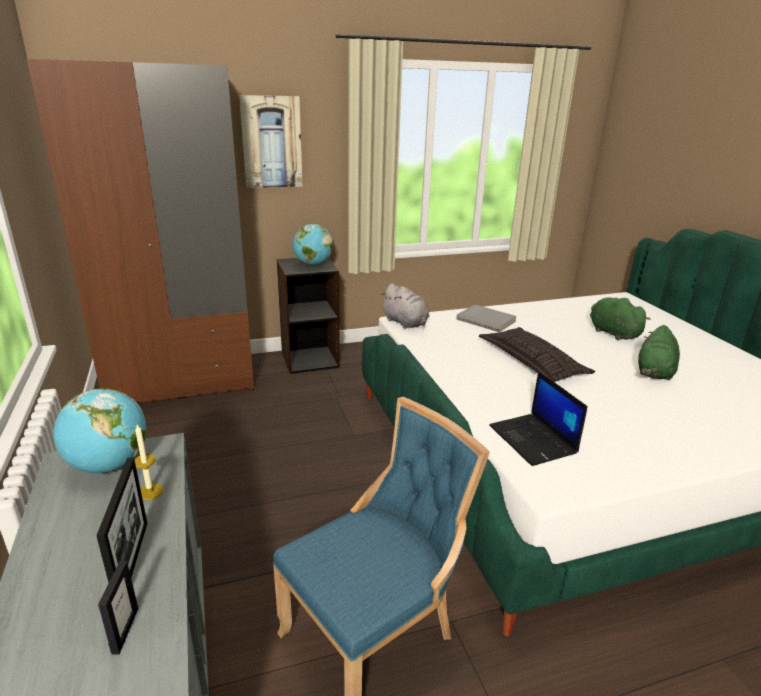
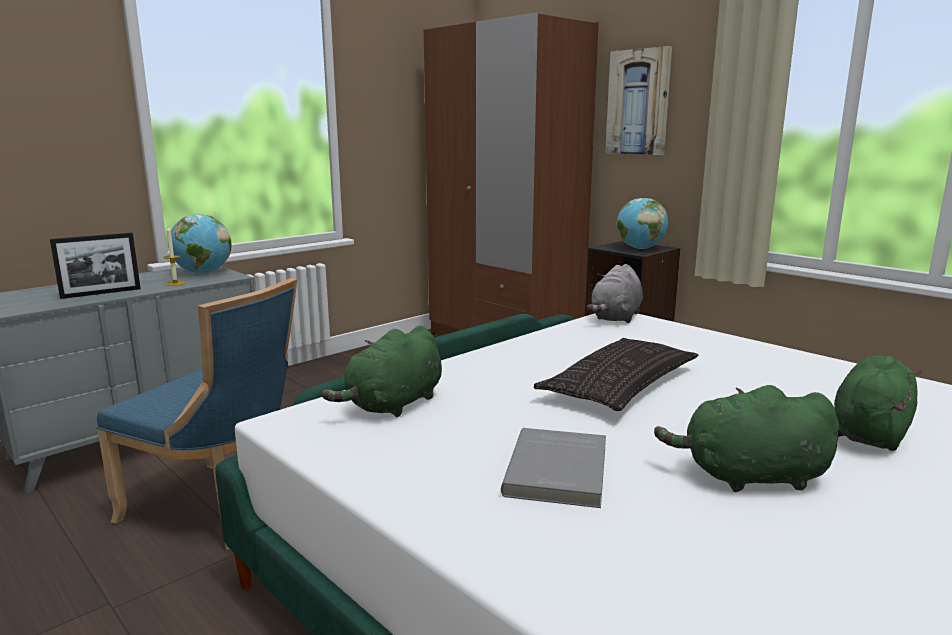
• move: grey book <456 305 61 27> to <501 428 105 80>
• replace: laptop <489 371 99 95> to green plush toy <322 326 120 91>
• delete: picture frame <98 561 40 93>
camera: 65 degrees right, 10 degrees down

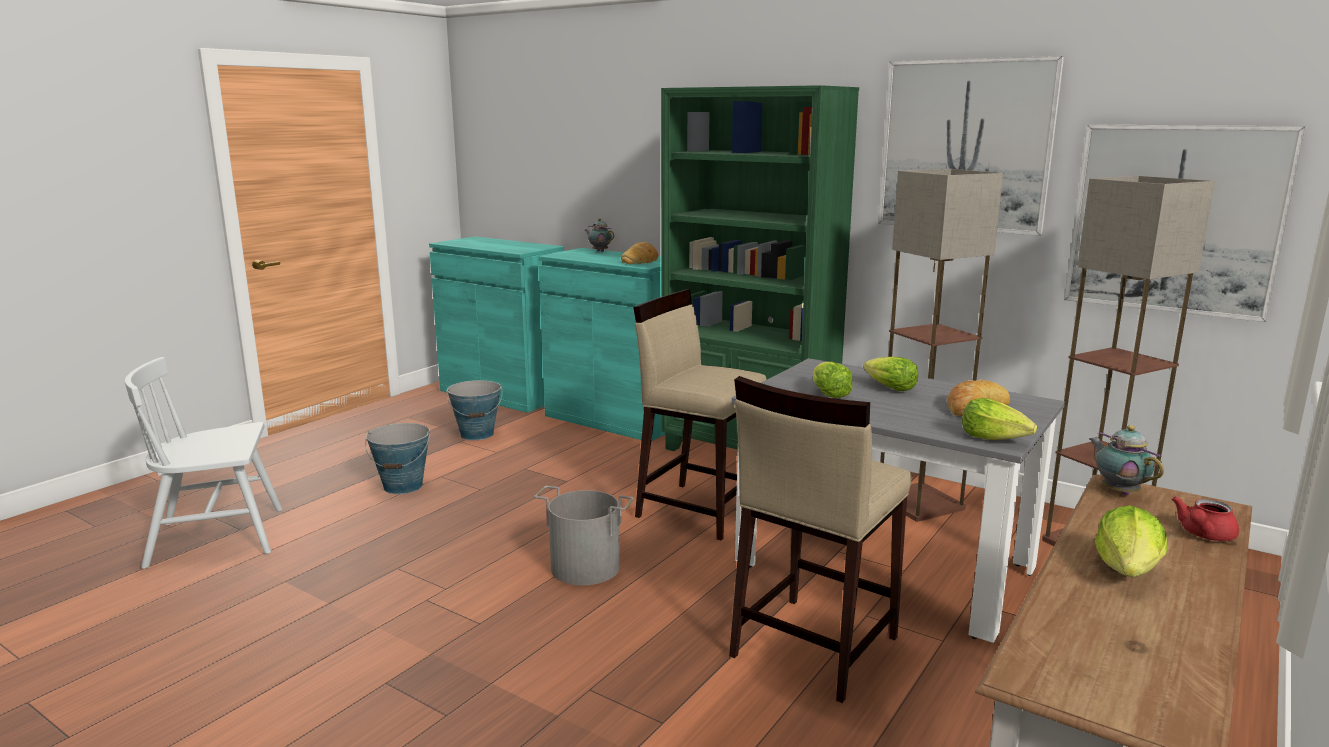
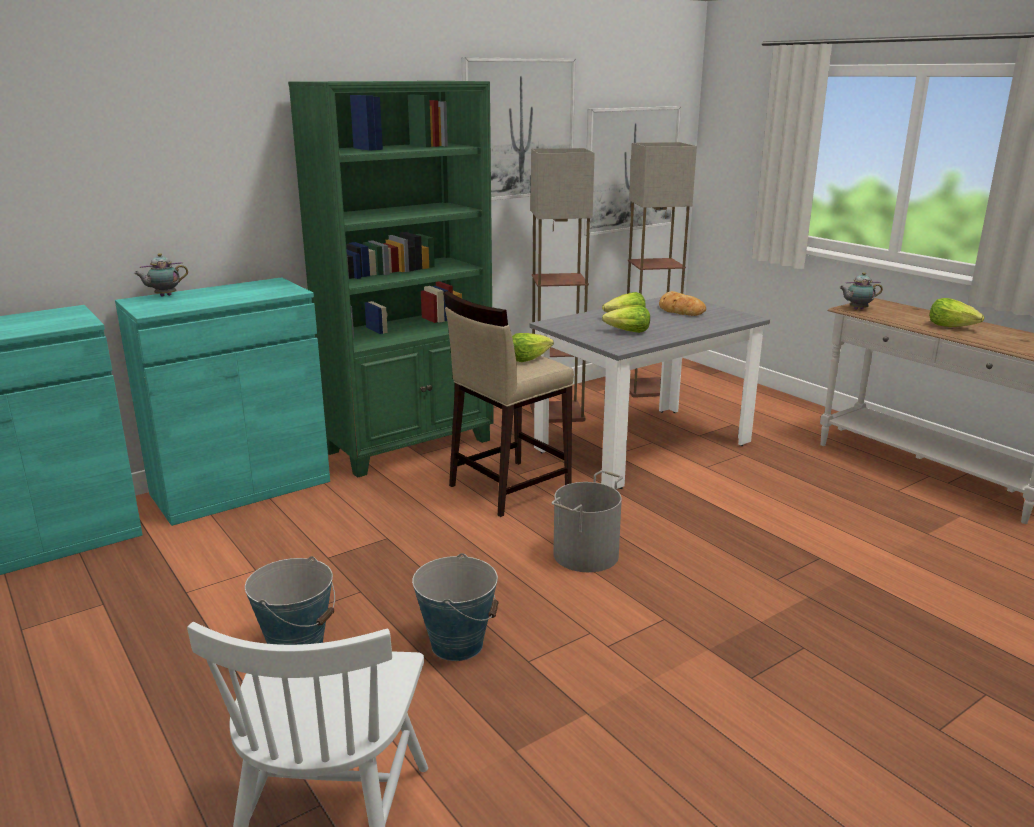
• delete: bread <621 242 37 22>
• delete: beige stool <729 376 182 327>
• move: bucket <447 380 55 60> to <412 553 87 108>
• move: lettuce <962 398 75 42> to <512 333 42 29>
• delete: red teapot <1172 496 67 45>
camera: 70 degrees left, 5 degrees up

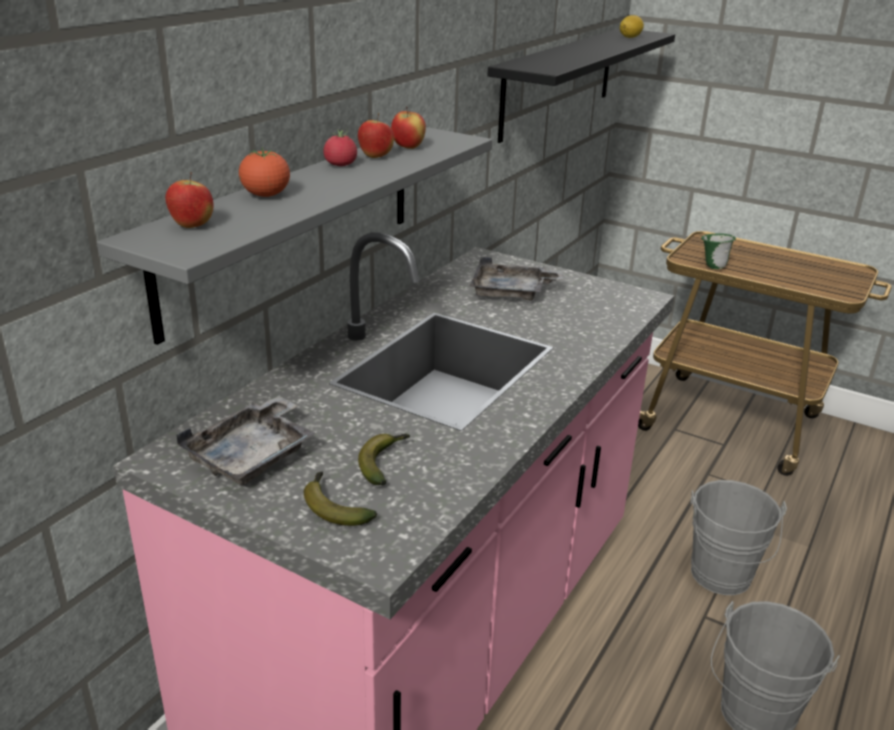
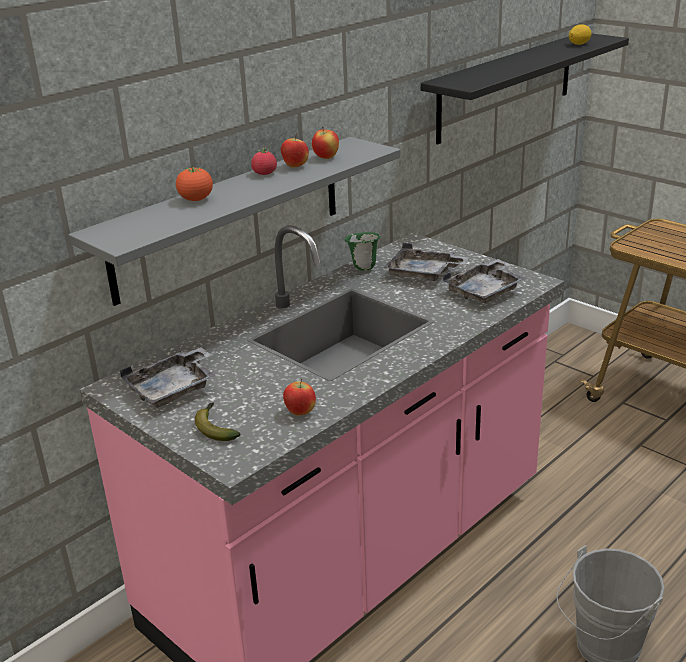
• move: apple <165 172 48 56> to <283 379 33 36>
• move: green mug <701 233 35 36> to <345 232 35 39>
• delete: banana <358 434 52 51>
• delete: grey bucket <691 480 96 115>
• insert: grey tray <443 259 83 44>
camera: 15 degrees right, 0 degrees up

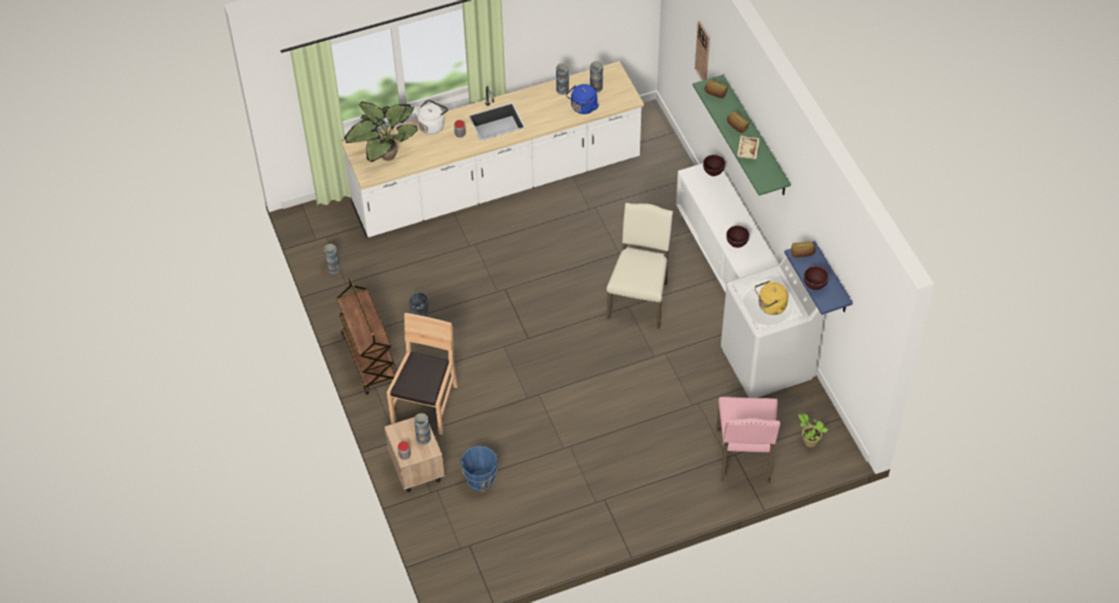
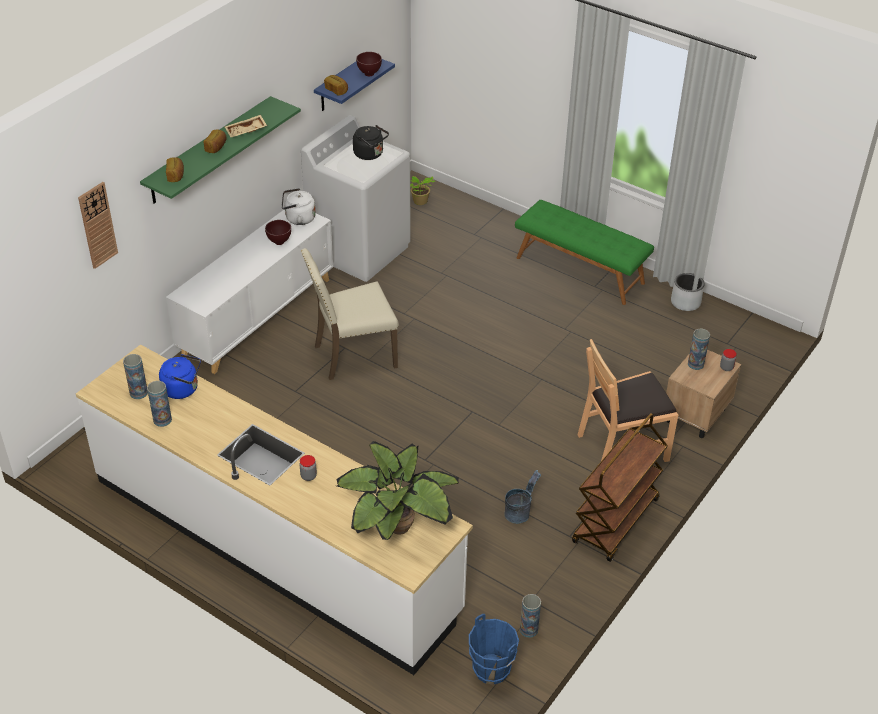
• move: white kettle <414 100 34 35> to <282 188 34 37>
• delete: brown bowl <703 155 22 21>
• recolor: yellow kettle <755 281 33 34> to black kettle <353 125 36 35>
• delete: pink chair <716 397 64 86>
• move: blue bucket <460 446 37 46> to <469 614 50 71>
• insert: green bench <515 200 139 105>
• insert: grey planter <671 273 34 38>
camera: 125 degrees left, 10 degrees down

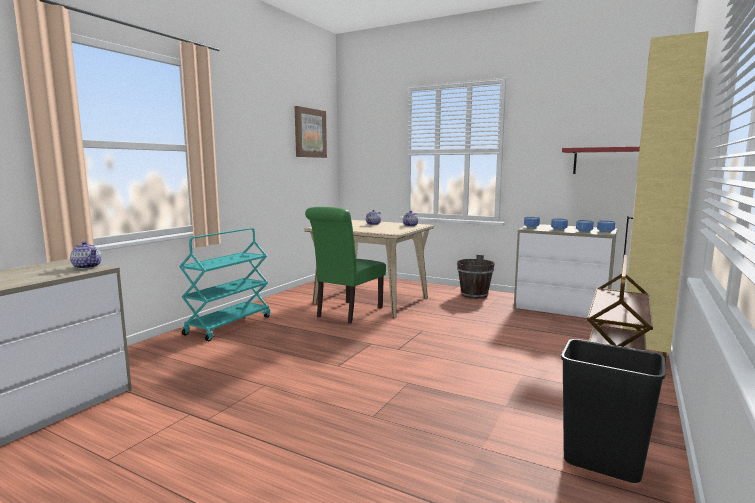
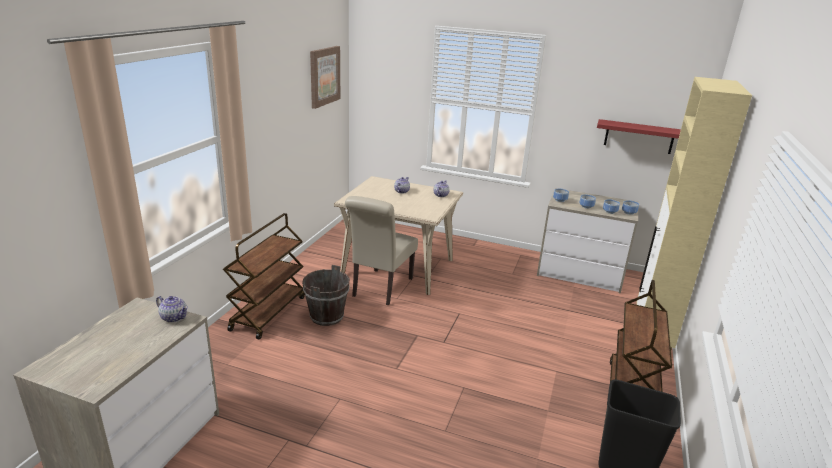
• recolor: green chair <305 207 81 117> to beige chair <345 196 73 110>
• recolor: turquoise cart <179 228 91 113> to brown cart <223 213 82 127>
• move: brown bucket <457 255 38 44> to <302 265 48 61>
camera: 10 degrees left, 15 degrees up

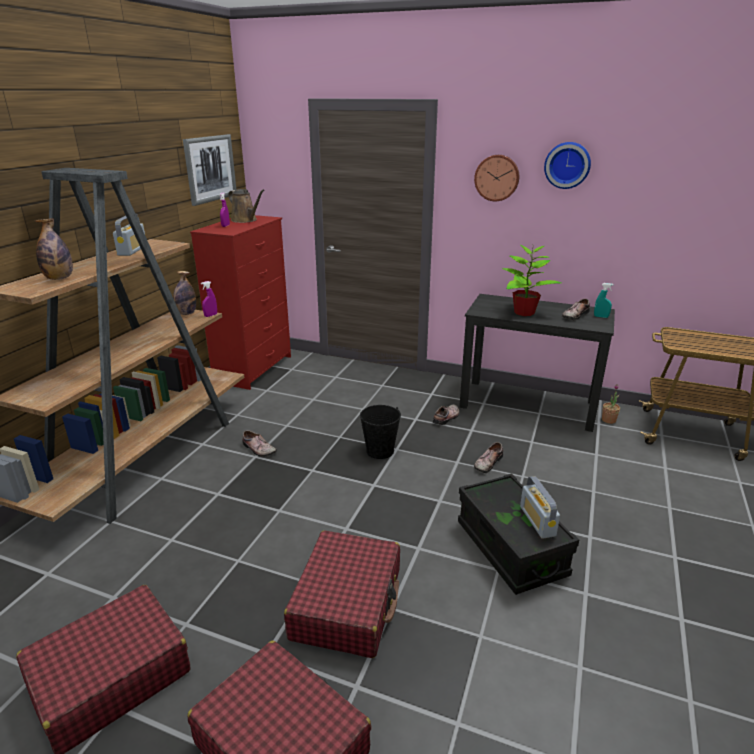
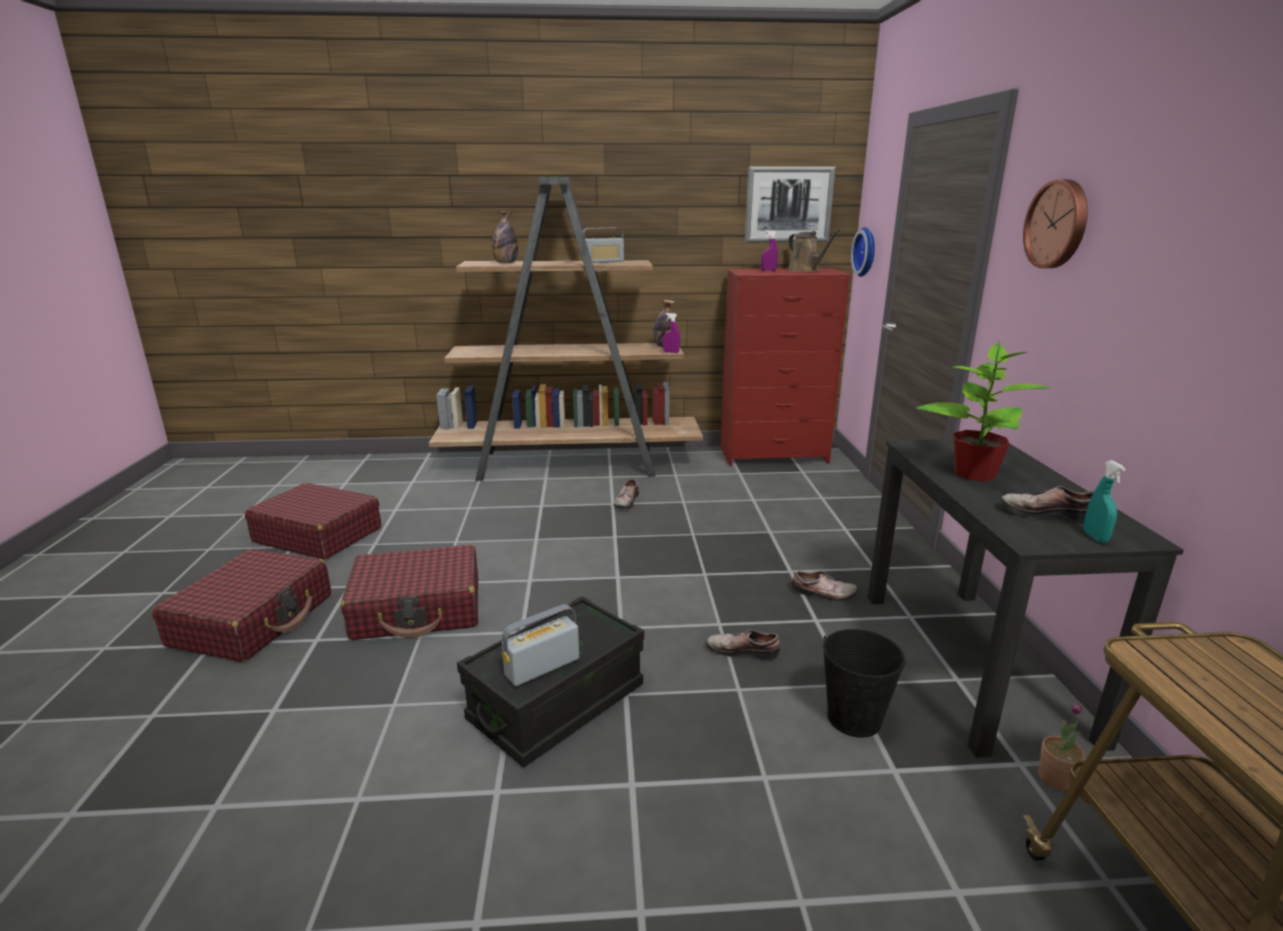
• move: wall clock <544 142 47 47> to <851 227 24 50>
• rotate: brown watering can <228 189 36 34> = <788 229 52 43> 45 degrees counterclockwise
• move: black bucket <360 405 41 54> to <823 629 83 109>
camera: 65 degrees right, 5 degrees down

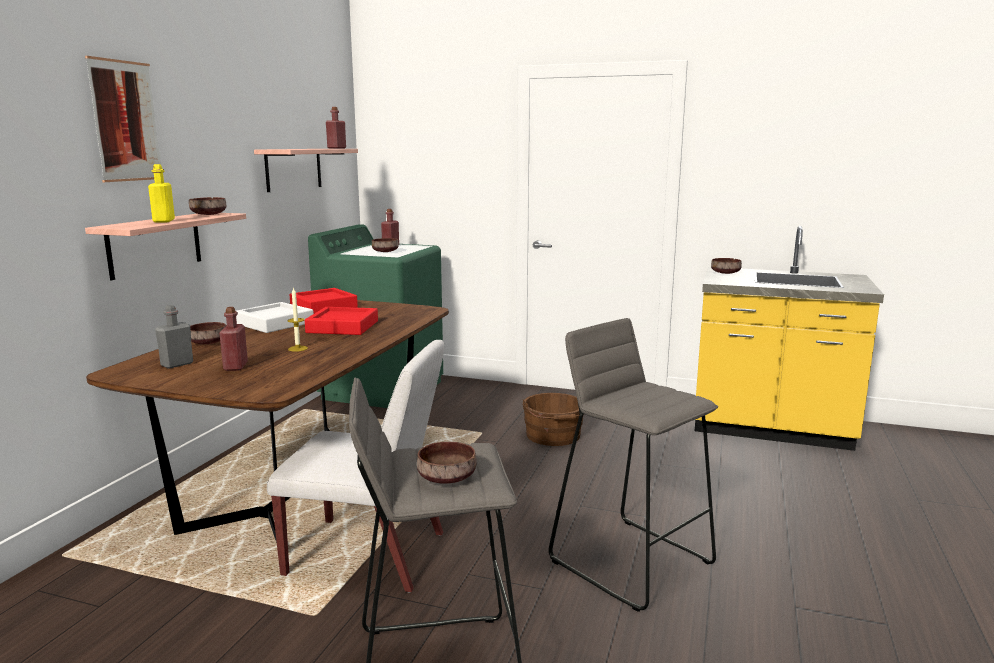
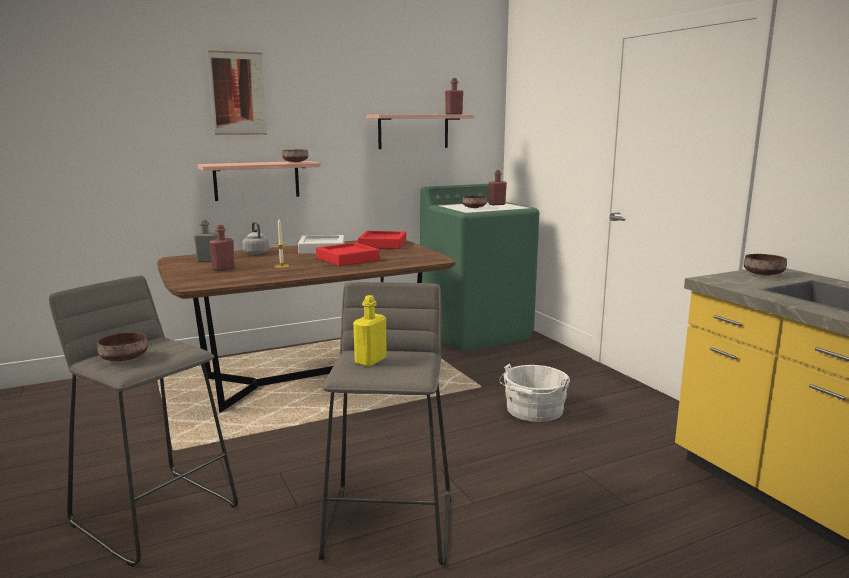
• move: yellow bottle <148 164 27 59> to <353 295 34 72>
• replace: brown bowl <190 322 36 22> to grey kettle <242 222 27 33>
• delete: white chair <267 340 177 253>
• recolor: brown bucket <522 393 61 53> to white bucket <499 364 71 58>
camera: 45 degrees right, 0 degrees up

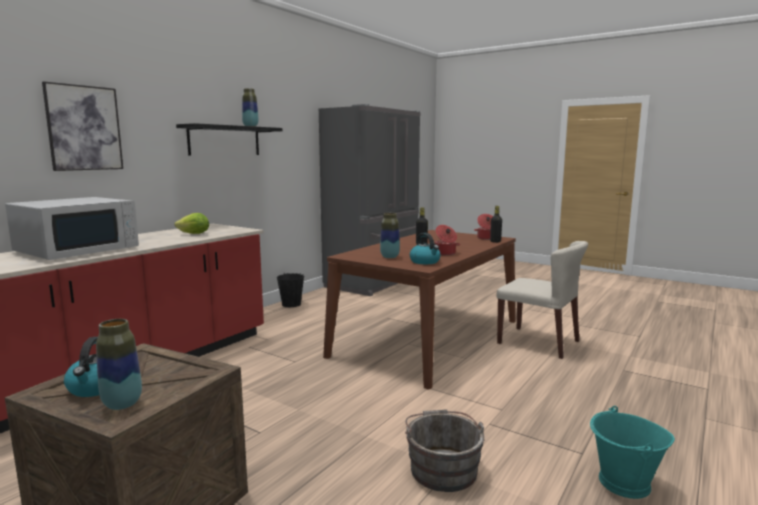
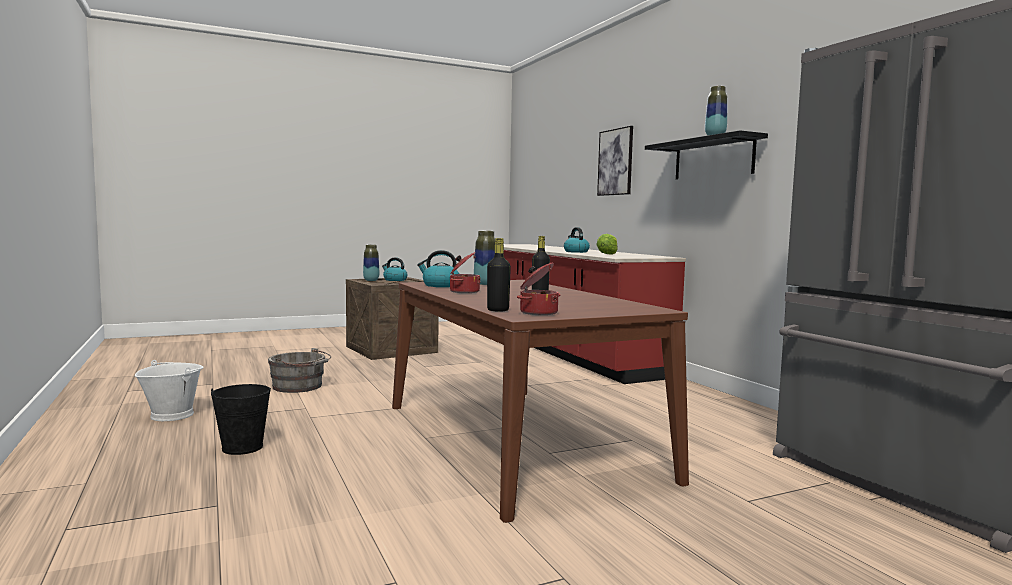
• delete: white microwave <5 197 134 63>
• delete: beige chair <496 241 92 118>
• move: black bucket <277 273 27 34> to <211 384 60 71>
• recolor: turquoise bucket <590 406 85 93> to white bucket <135 360 68 61>
• insert: kettle <564 227 26 26>
camera: 120 degrees right, 5 degrees down

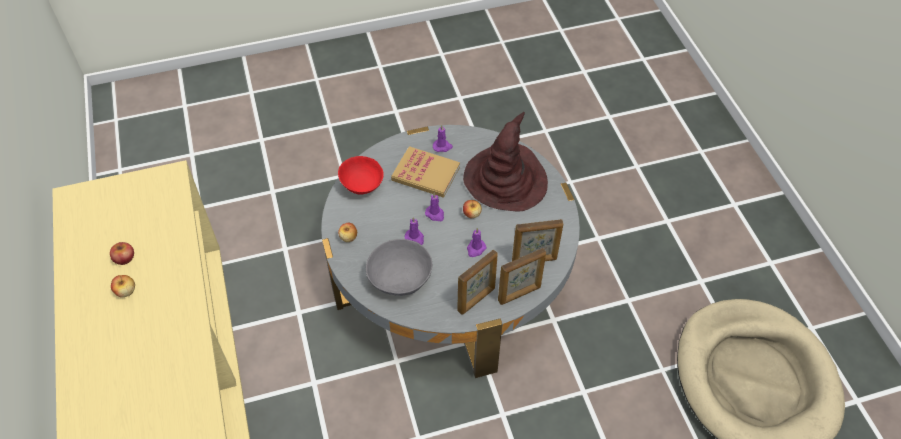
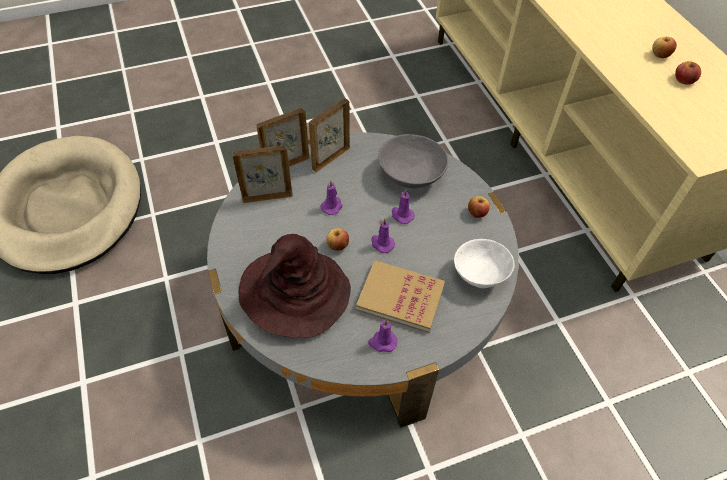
• recolor: red bowl <338 156 46 39> to white bowl <454 239 61 49>
camera: 175 degrees right, 0 degrees up

